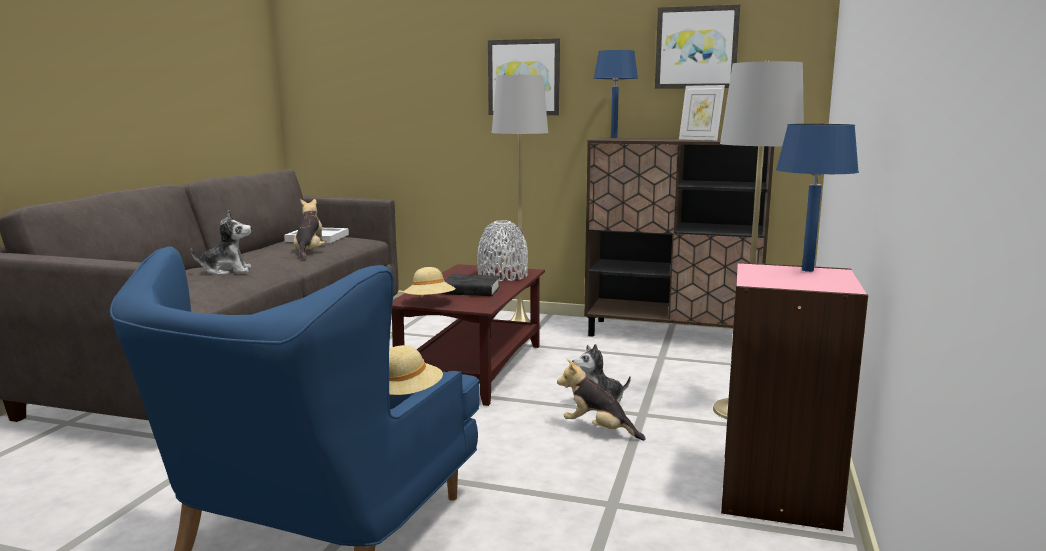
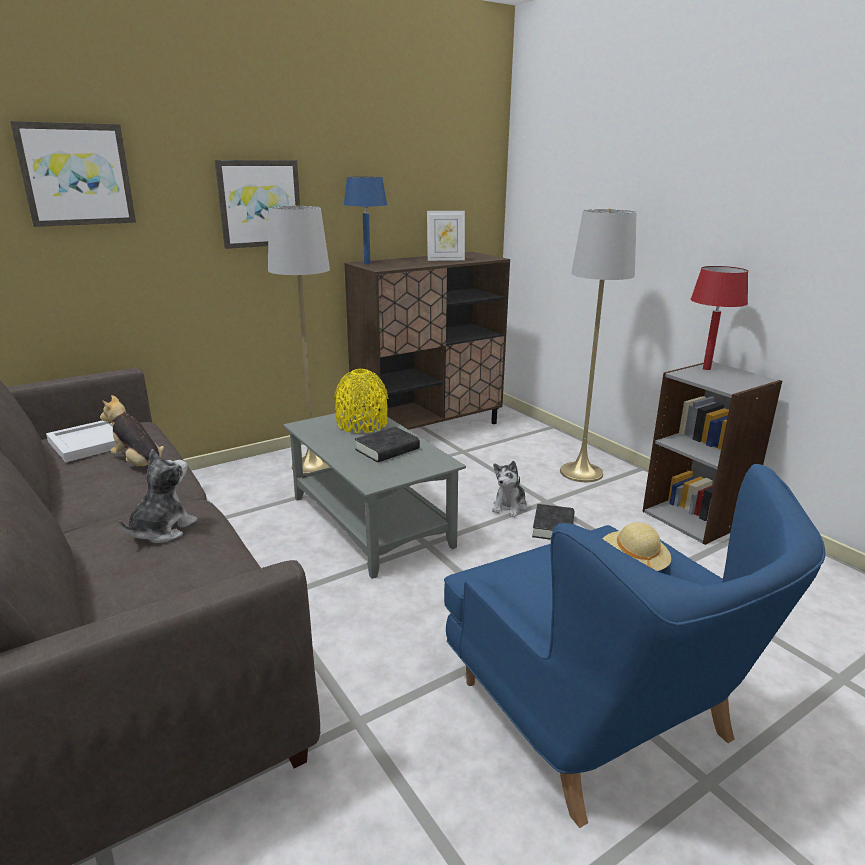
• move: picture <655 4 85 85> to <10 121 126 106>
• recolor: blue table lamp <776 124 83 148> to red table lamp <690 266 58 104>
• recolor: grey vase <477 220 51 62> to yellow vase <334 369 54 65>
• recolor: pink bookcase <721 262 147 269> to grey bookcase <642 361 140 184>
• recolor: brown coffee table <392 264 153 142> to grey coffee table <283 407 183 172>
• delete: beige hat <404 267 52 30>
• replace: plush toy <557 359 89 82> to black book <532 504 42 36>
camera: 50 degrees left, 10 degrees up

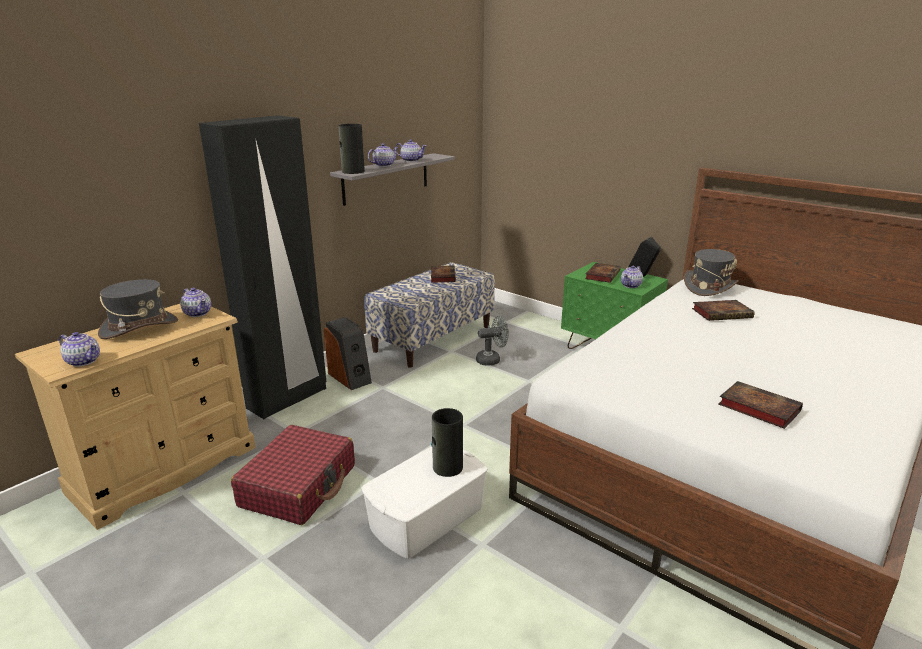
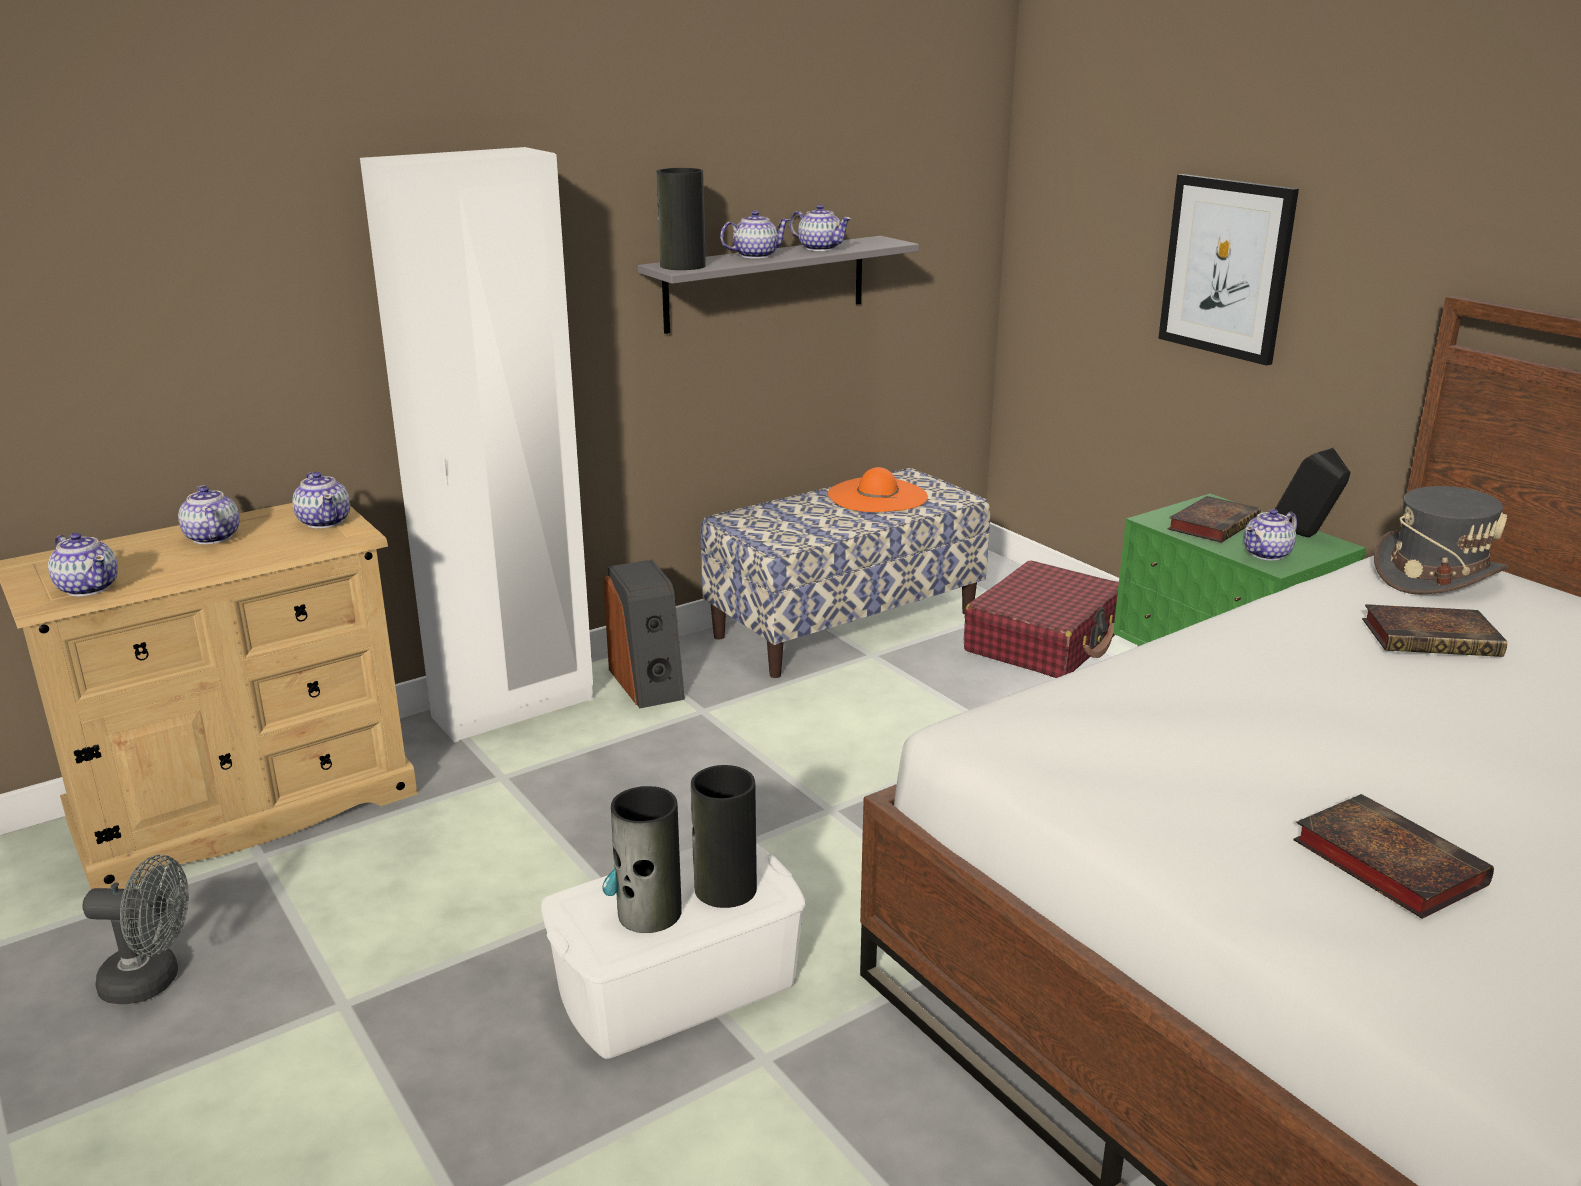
• recolor: black wardrobe <199 115 127 304> to white wardrobe <360 147 233 596>
• replace: book <431 266 25 17> to orange hat <828 467 100 45>
• replace: grey hat <98 279 80 60> to teapot <178 485 62 59>
• move: grey fan <476 316 33 50> to <82 855 107 149>
• move: red suitcase <231 425 124 100> to <964 561 155 117>
• insert: picture <1158 174 141 192>
• insert: vase <602 786 80 147>
camera: 15 degrees right, 0 degrees up

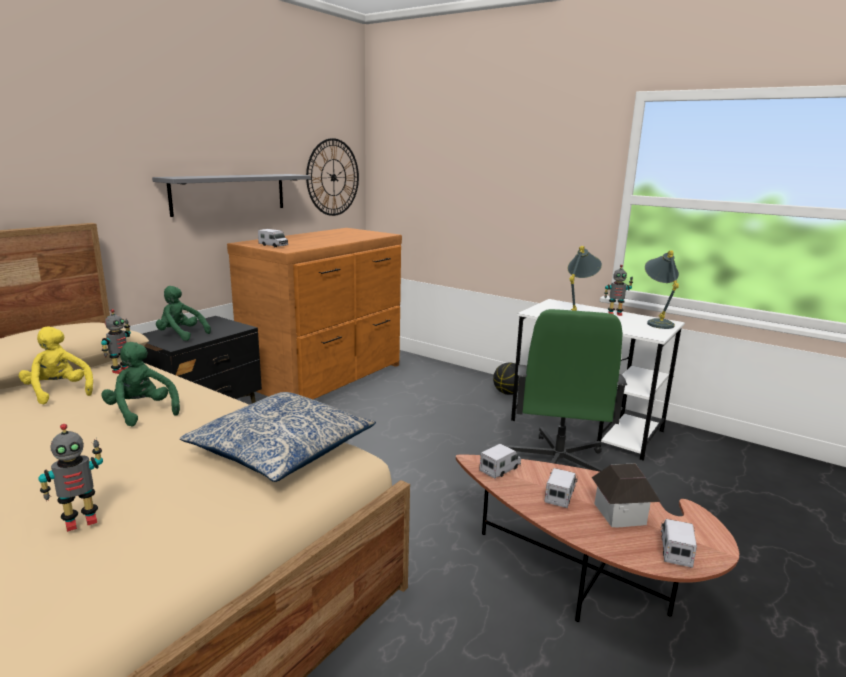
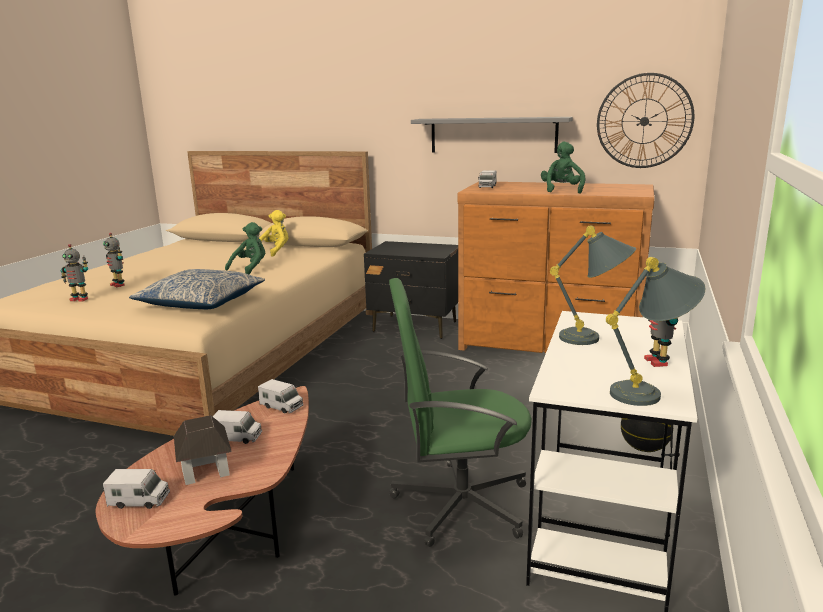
• move: green plush toy <156 286 55 55> to <541 141 44 53>
• move: toy robot <101 309 30 65> to <61 244 27 58>
camera: 75 degrees right, 0 degrees up

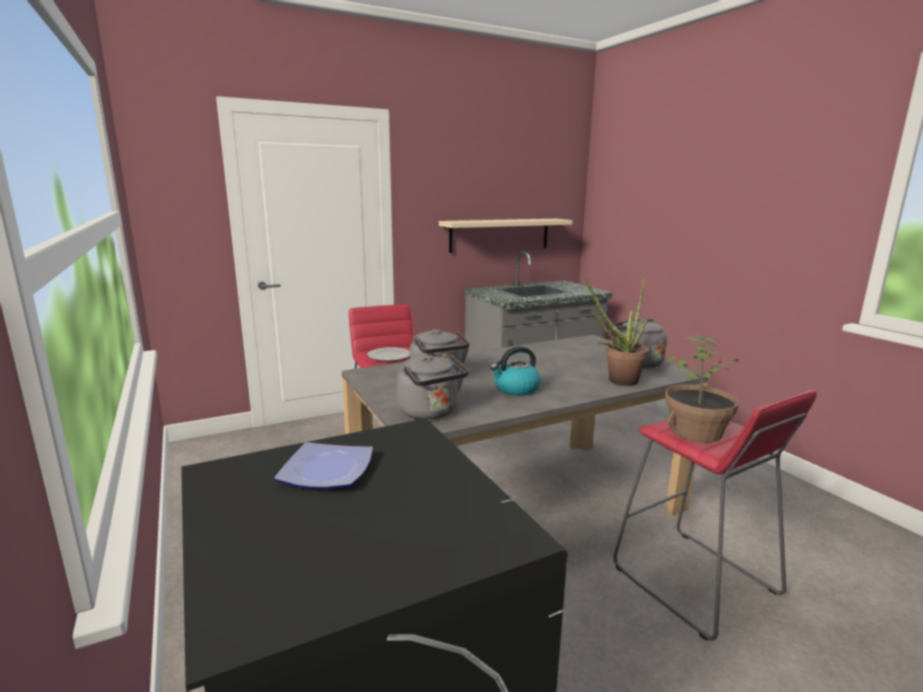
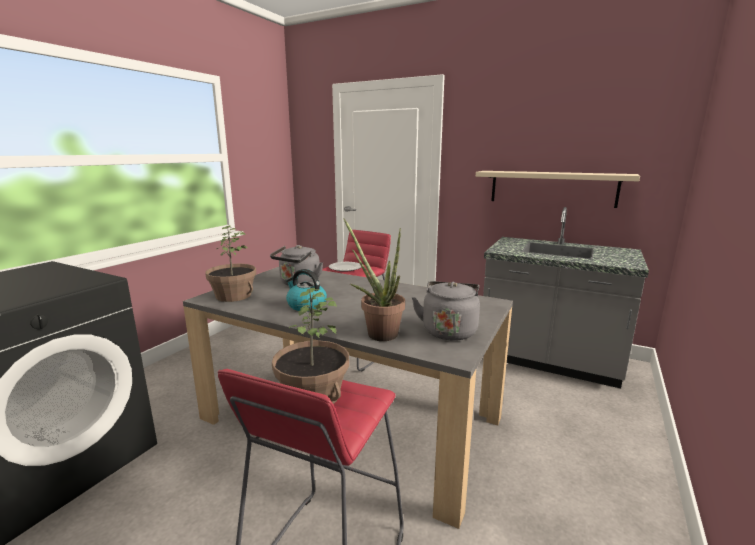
• replace: grey kettle <397 355 72 65> to potted plant <205 225 51 77>
• delete: plate <274 442 99 47>
camera: 55 degrees right, 0 degrees up

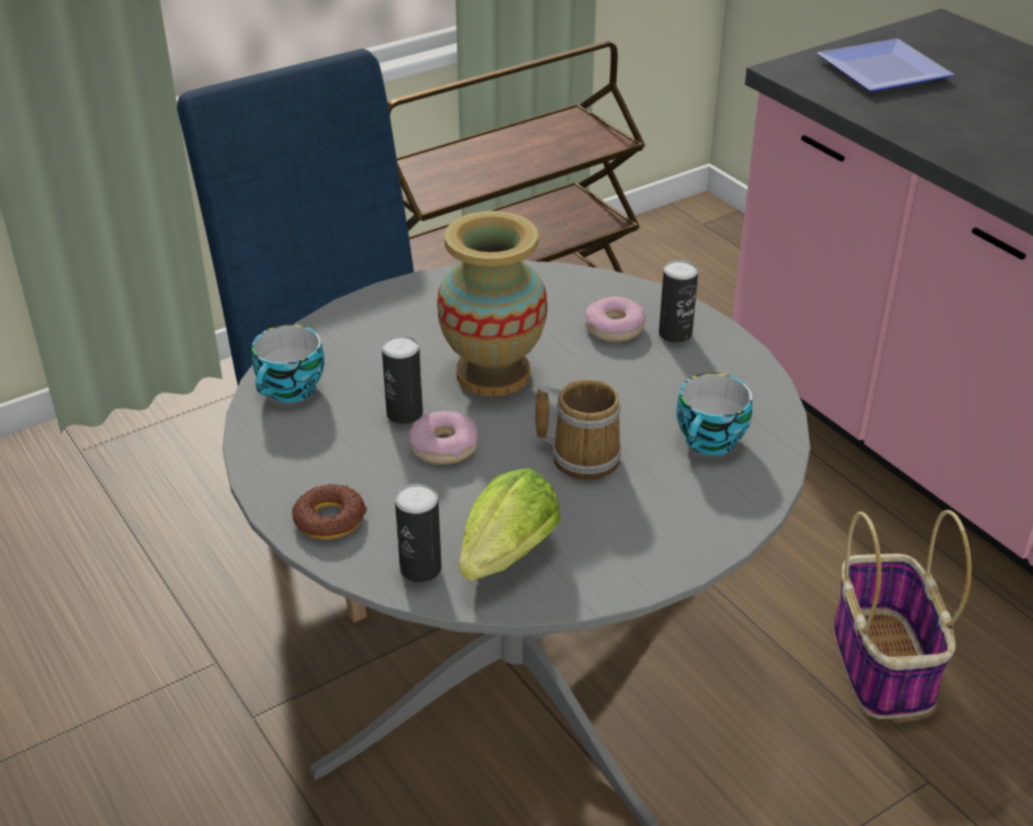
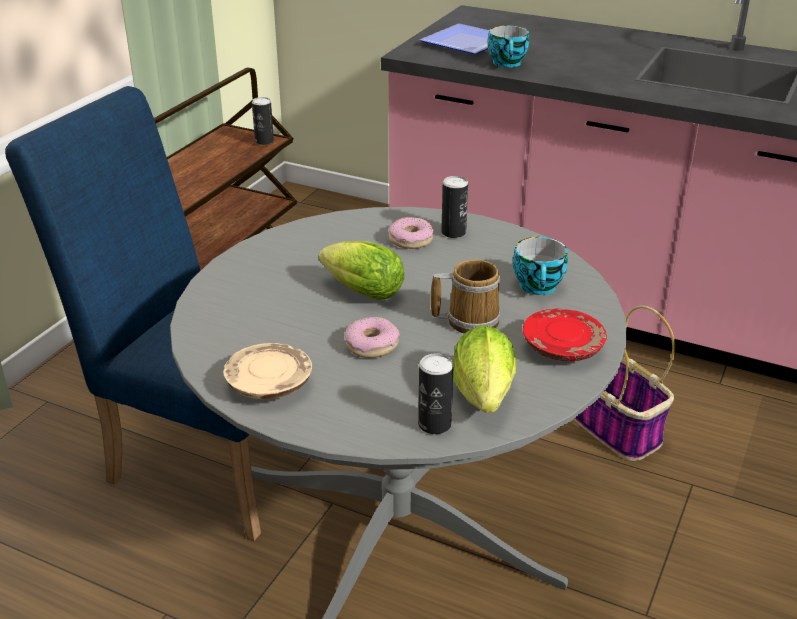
• replace: vase <437 211 111 185> to lettuce <319 241 85 59>
• move: cup <252 325 72 78> to <487 26 42 42>
• move: can <382 336 41 88> to <252 97 22 48>
• delete: donut <292 484 75 55>
• insert: red plate <523 309 84 52>
• insert: beige plate <223 343 89 56>
camera: 30 degrees left, 5 degrees down

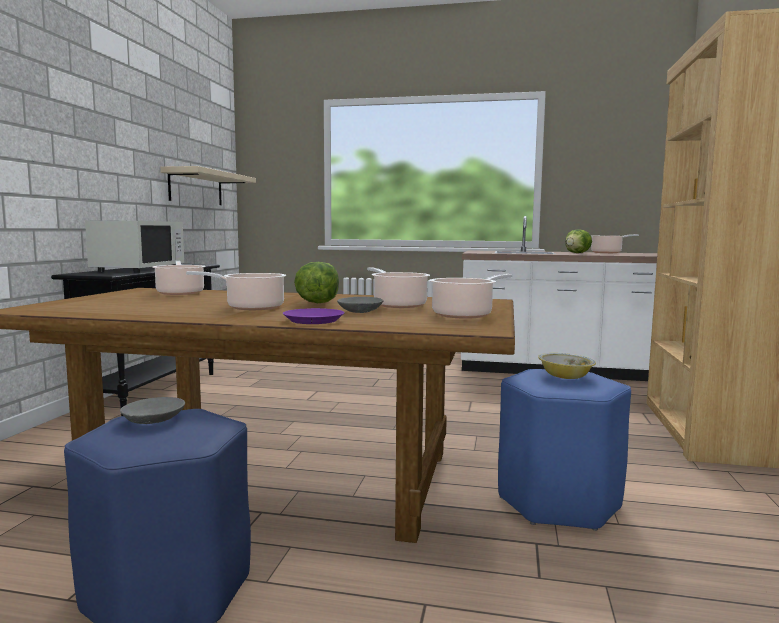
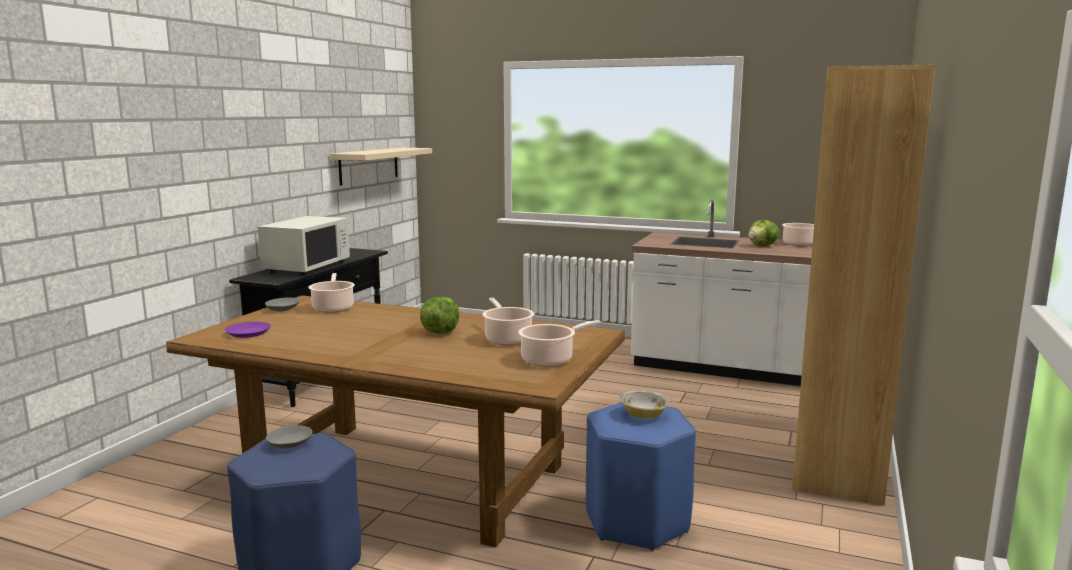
• delete: cooking pot <186 271 100 39>
• move: grey bowl <337 297 47 16> to <265 297 34 15>
• move: purple plate <283 308 62 16> to <224 322 47 16>
camera: 10 degrees right, 5 degrees up

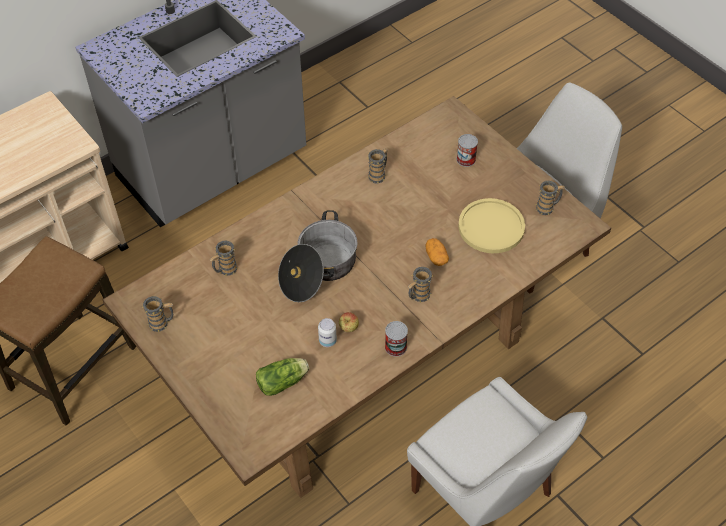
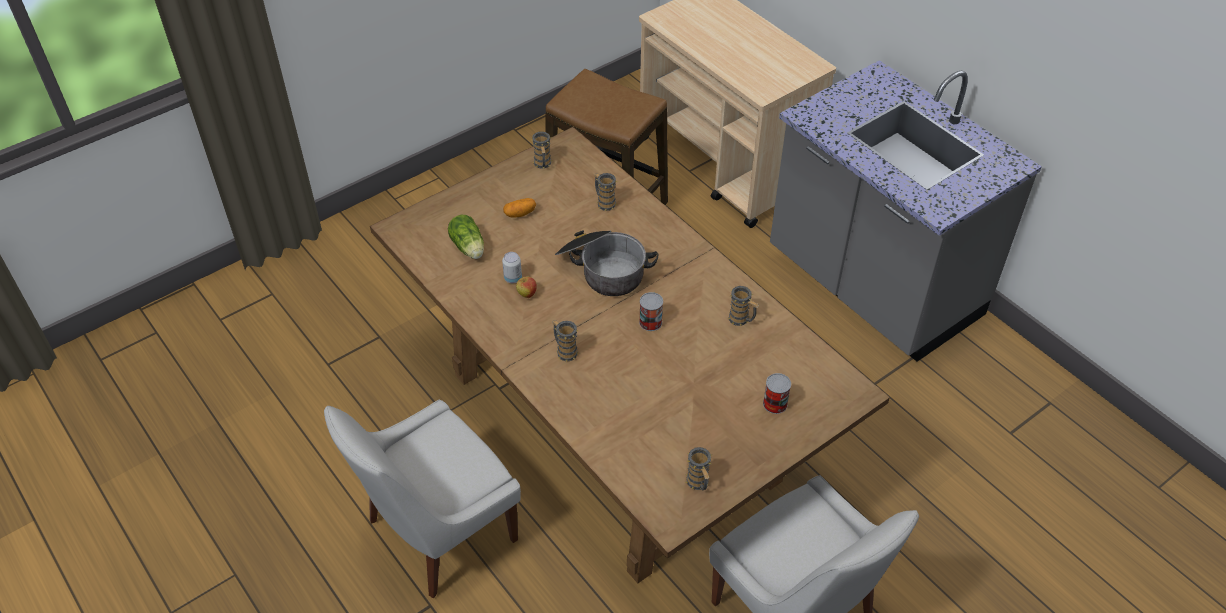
• delete: yellow plate <458 198 67 55>
• move: potato <425 238 24 28> to <503 198 33 20>
• move: can <385 321 23 36> to <639 292 24 39>
camera: 90 degrees right, 5 degrees down

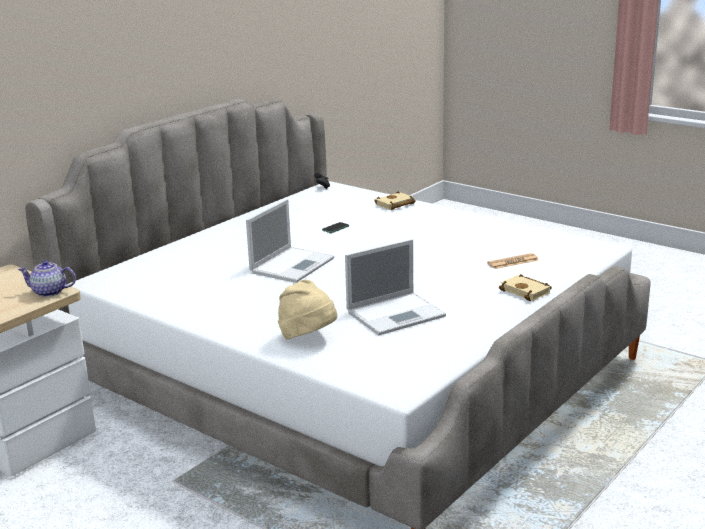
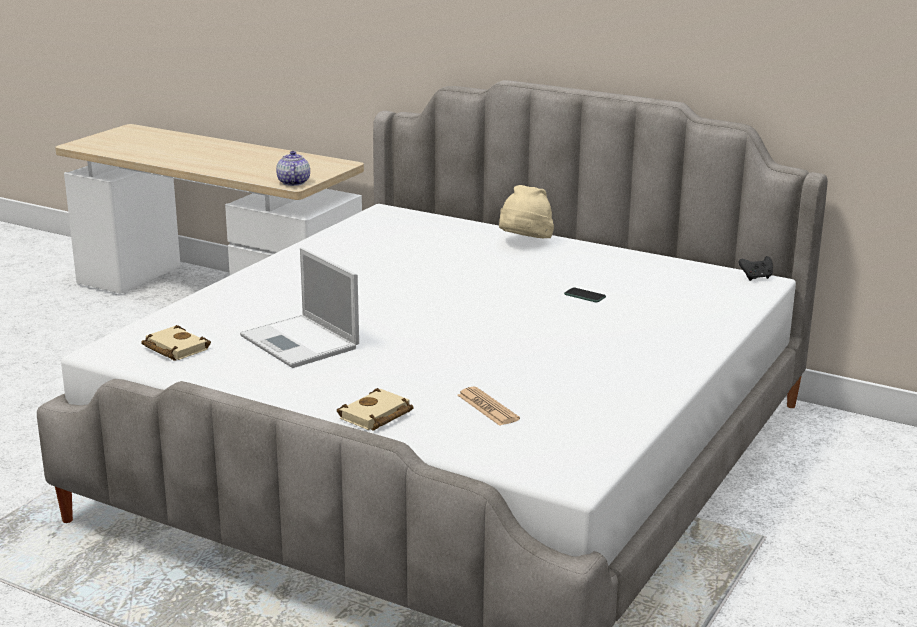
• move: beige book <374 191 42 19> to <141 325 70 36>
• delete: laptop <246 199 88 84>
• move: beige hat <278 279 59 61> to <499 185 55 53>
camera: 80 degrees right, 0 degrees up

